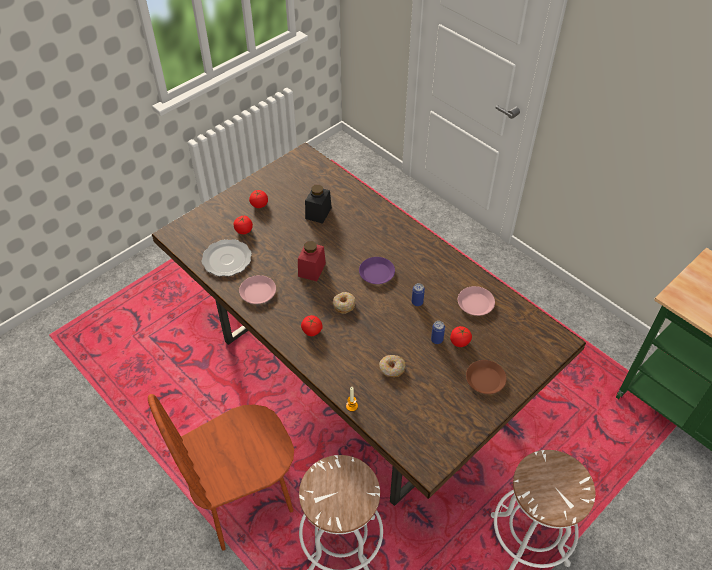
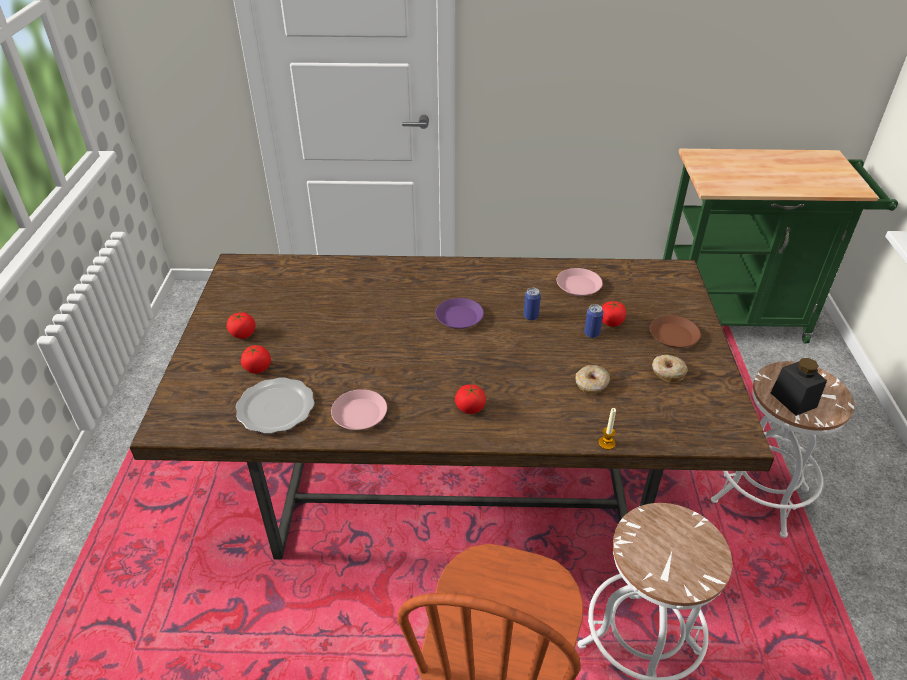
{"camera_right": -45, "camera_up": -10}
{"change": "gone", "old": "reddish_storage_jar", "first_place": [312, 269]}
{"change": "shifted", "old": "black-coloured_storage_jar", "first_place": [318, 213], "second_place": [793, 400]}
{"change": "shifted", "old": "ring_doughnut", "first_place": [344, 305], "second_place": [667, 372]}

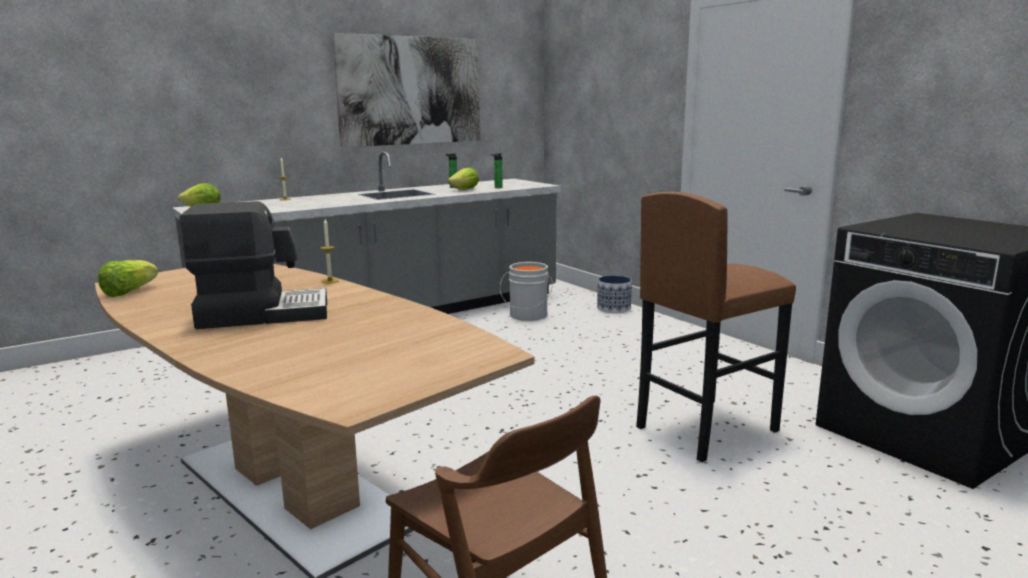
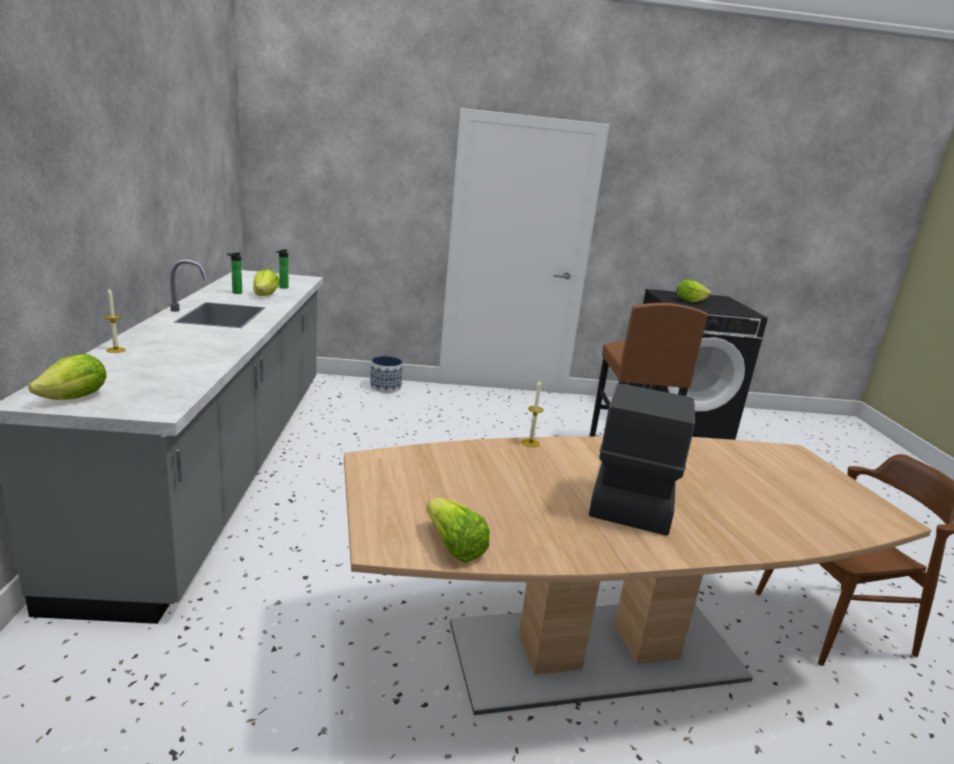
{"camera_right": -60, "camera_up": 5}
{"change": "gone", "old": "wall_picture", "first_place": [410, 91]}
{"change": "gone", "old": "gray_water_bucket", "first_place": [527, 316]}
{"change": "new", "new": "head_of_lettuce", "second_place": [689, 301]}

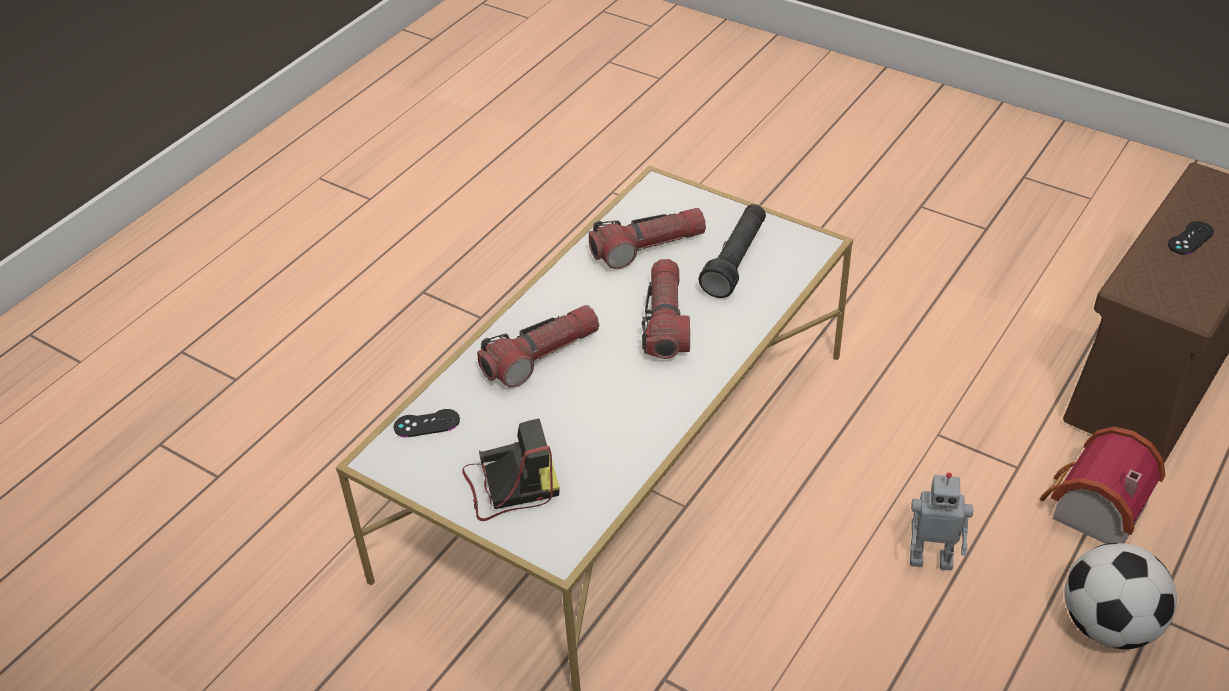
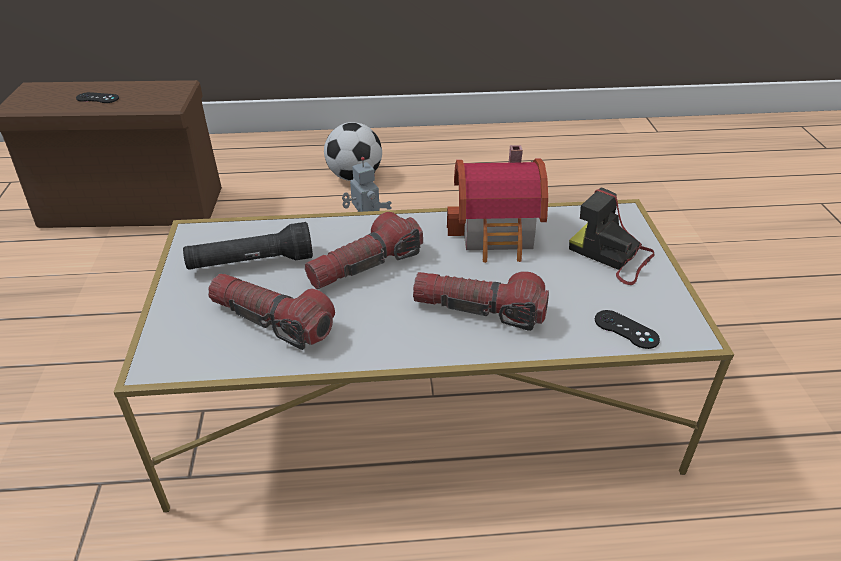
{"camera_right": -130, "camera_up": -5}
{"change": "shifted", "old": "toy_house", "first_place": [1092, 510], "second_place": [499, 233]}

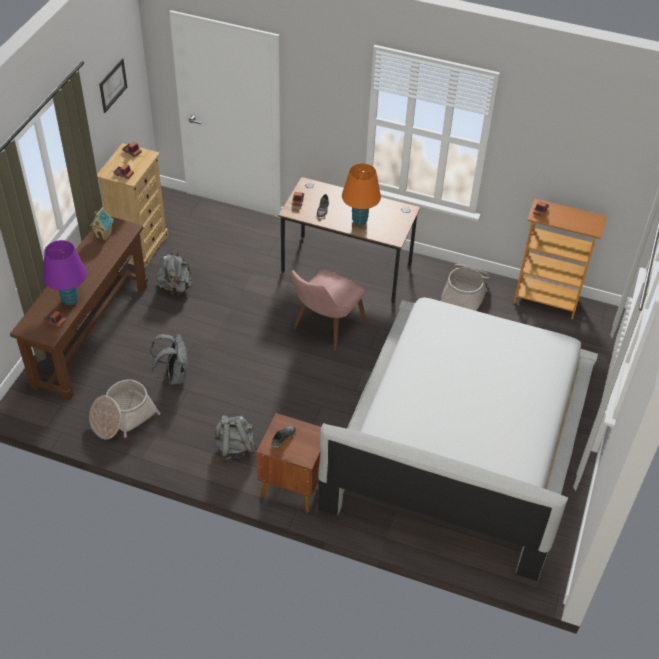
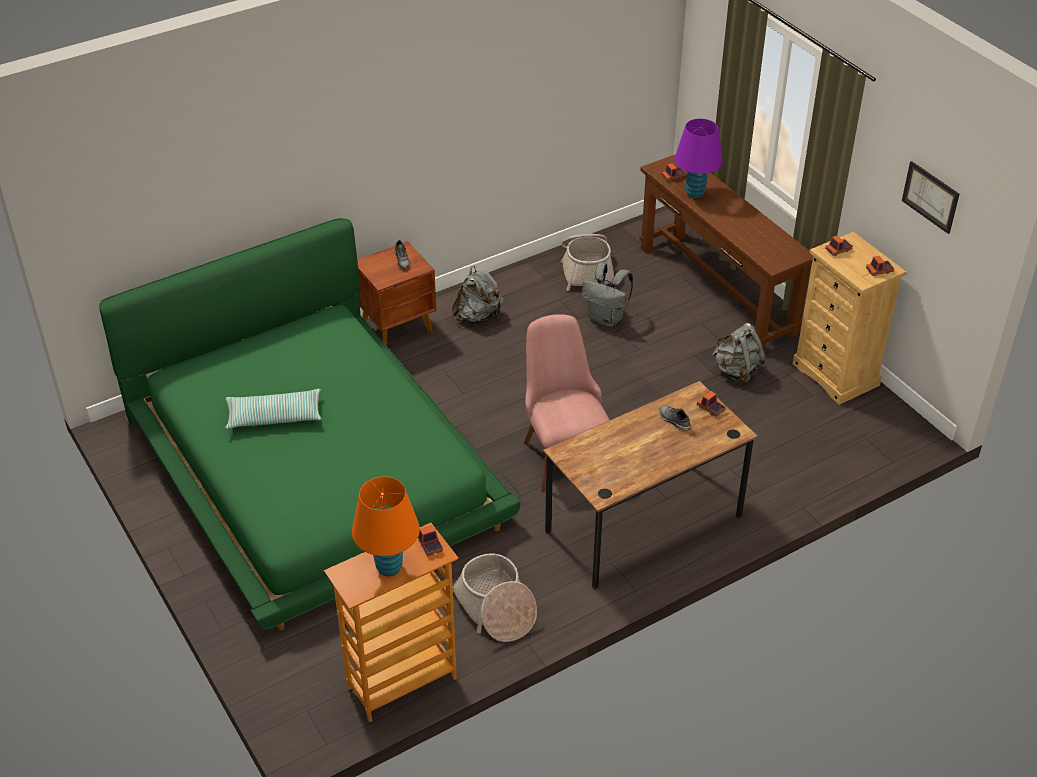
{"camera_right": 130, "camera_up": -5}
{"change": "gone", "old": "toy_house", "first_place": [104, 235]}
{"change": "repainted", "old": "whitish_bed", "new": "green-coloured_bed", "first_place": [462, 437], "second_place": [313, 468]}
{"change": "shifted", "old": "orangey_table_lamp", "first_place": [359, 221], "second_place": [389, 568]}
{"change": "new", "new": "cushion", "second_place": [274, 416]}

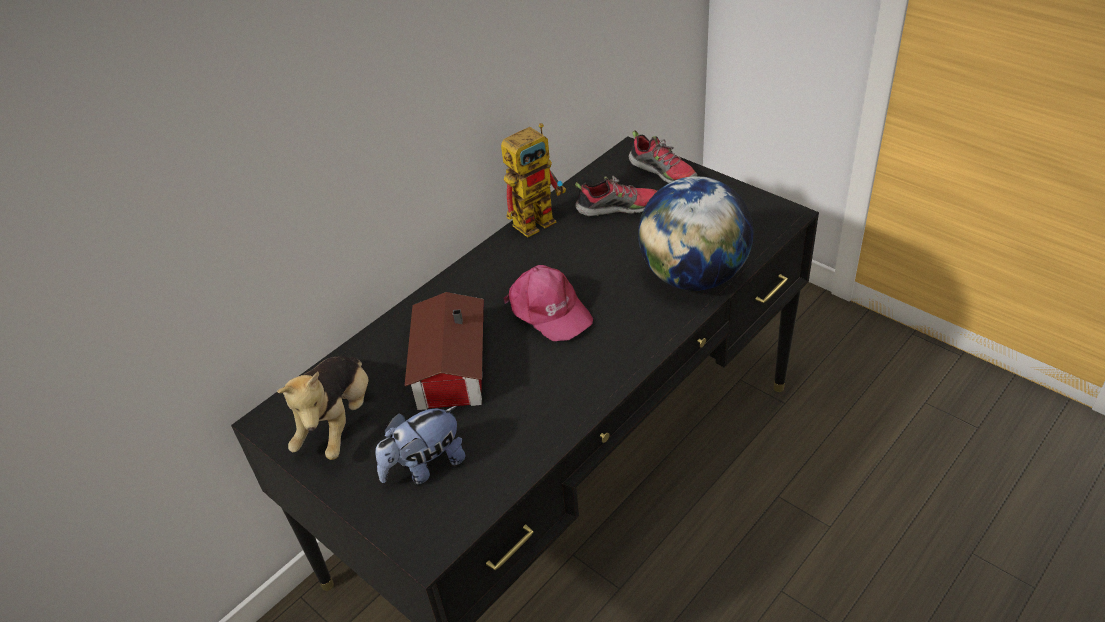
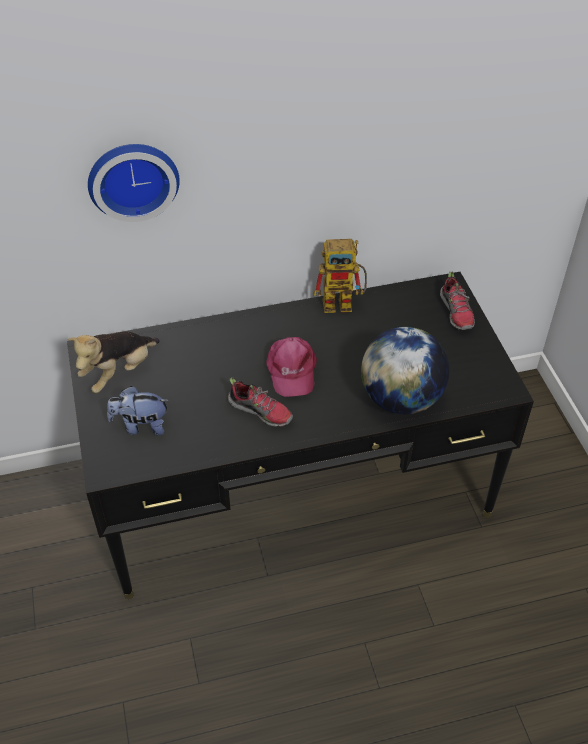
{"camera_right": 30, "camera_up": 5}
{"change": "gone", "old": "toy_house", "first_place": [448, 369]}
{"change": "shifted", "old": "low_shoe", "first_place": [618, 207], "second_place": [261, 411]}
{"change": "new", "new": "wall_clock", "second_place": [132, 178]}

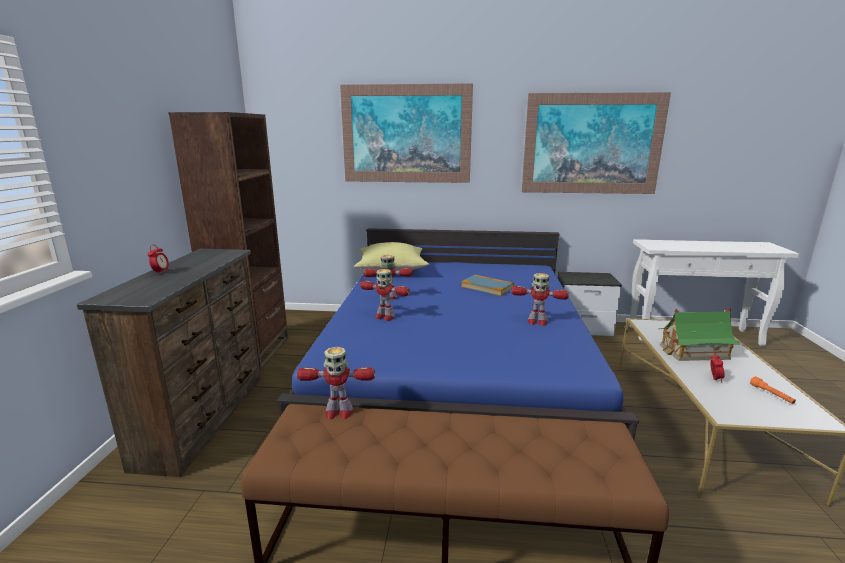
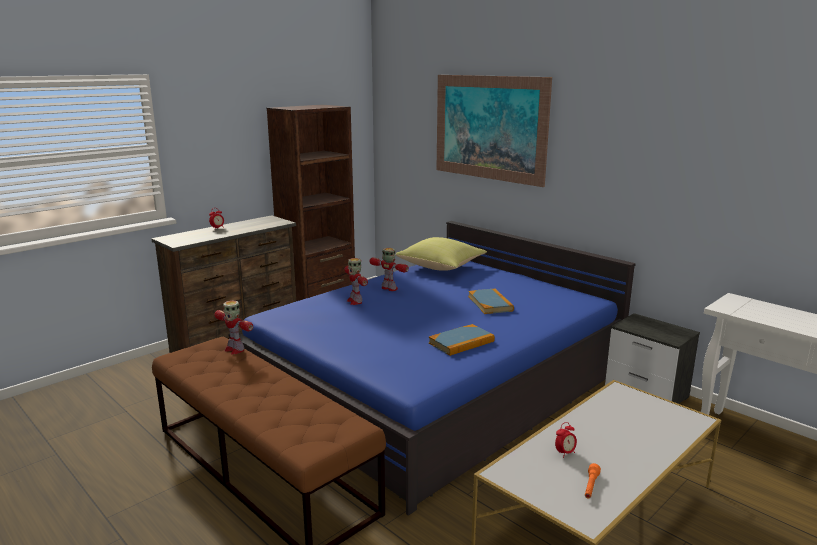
{"camera_right": 40, "camera_up": 0}
{"change": "swapped", "old": "toy_robot", "new": "book", "first_place": [537, 322], "second_place": [461, 342]}
{"change": "gone", "old": "wall_picture", "first_place": [592, 144]}
{"change": "gone", "old": "toy_house", "first_place": [693, 352]}

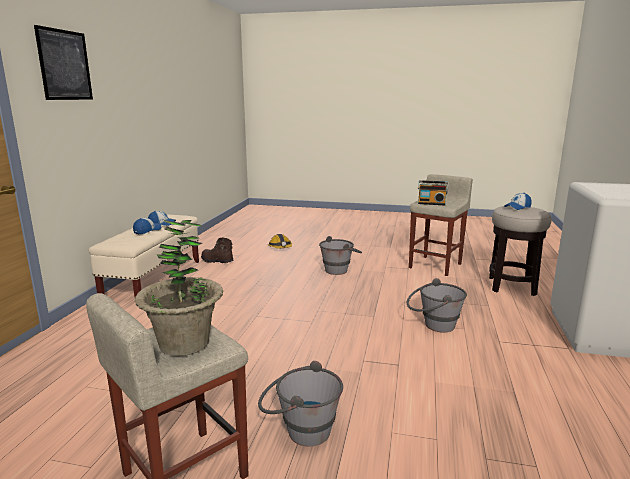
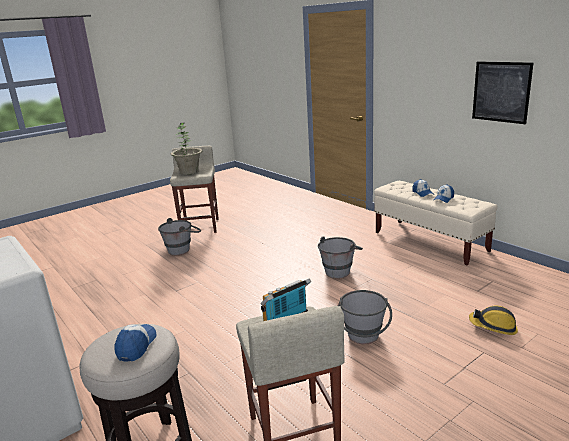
{"camera_right": 130, "camera_up": 5}
{"change": "shifted", "old": "wall_picture", "first_place": [65, 65], "second_place": [501, 92]}
{"change": "gone", "old": "brown_boot", "first_place": [216, 261]}
{"change": "shifted", "old": "gray_water_bucket", "first_place": [433, 325], "second_place": [340, 270]}

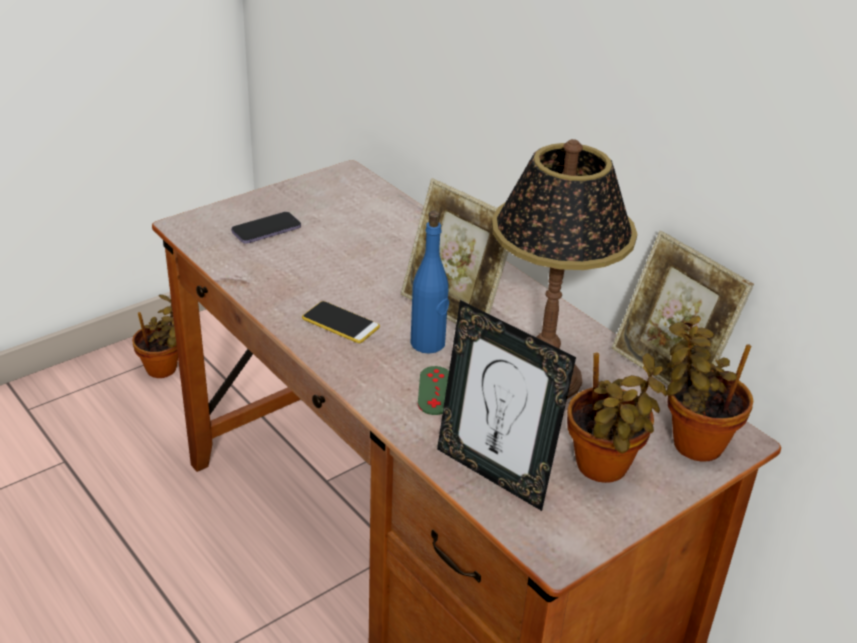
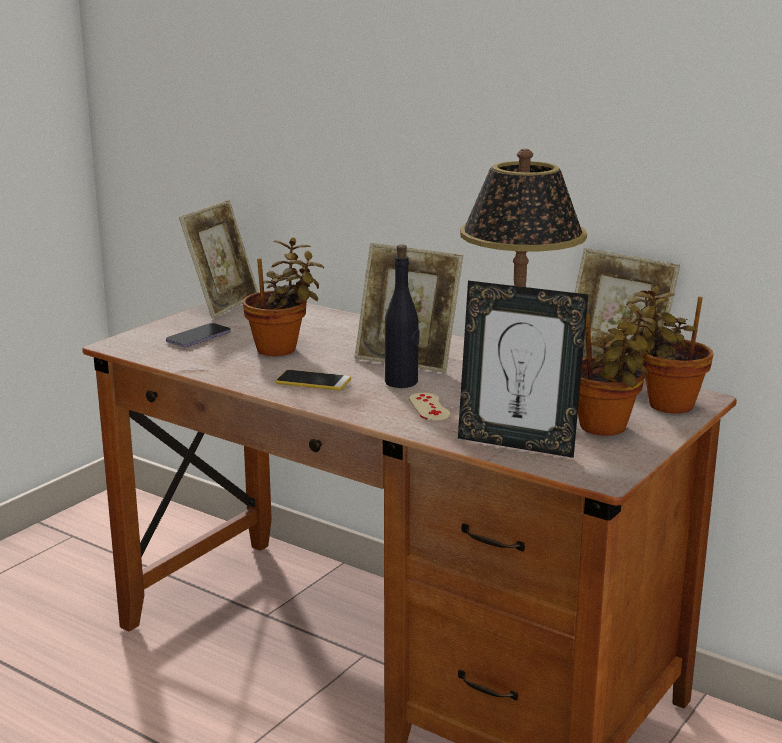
{"camera_right": -15, "camera_up": -15}
{"change": "shifted", "old": "houseplant", "first_place": [165, 369], "second_place": [281, 349]}
{"change": "repainted", "old": "blue-coloured_beverage_bottle", "new": "black-coloured_beverage_bottle", "first_place": [428, 343], "second_place": [401, 382]}
{"change": "repainted", "old": "green-coloured_joypad", "new": "beige_joypad", "first_place": [434, 390], "second_place": [429, 407]}
{"change": "new", "new": "picture_frame", "second_place": [223, 304]}

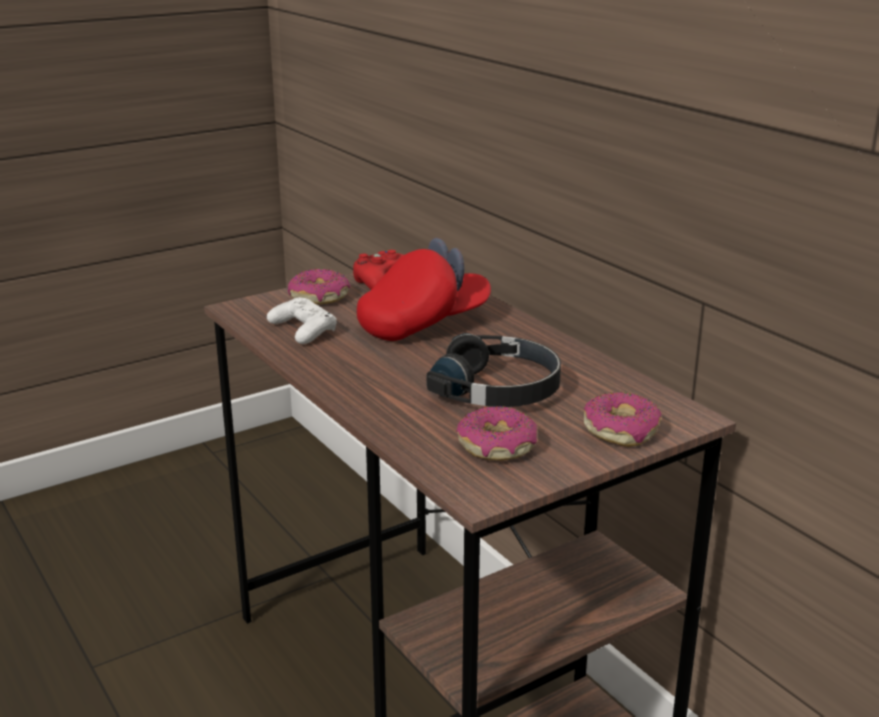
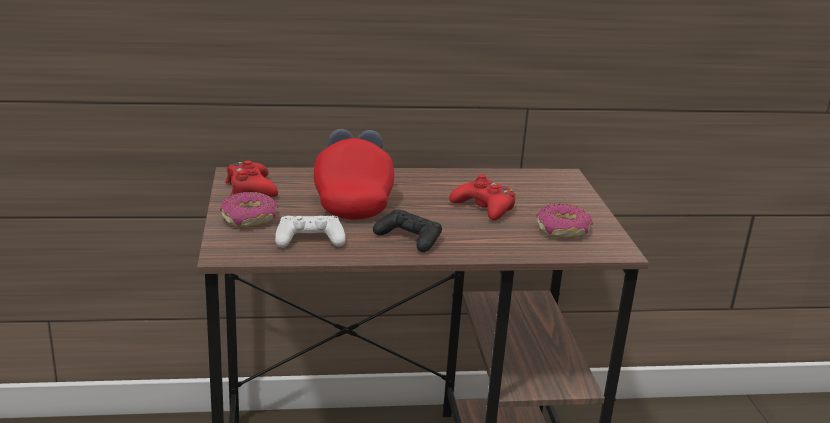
{"camera_right": -65, "camera_up": 0}
{"change": "swapped", "old": "black-coloured_pair_of_headphones", "new": "reddish_joypad", "first_place": [498, 389], "second_place": [484, 208]}
{"change": "gone", "old": "ring_doughnut", "first_place": [621, 430]}
{"change": "new", "new": "black-coloured_joypad", "second_place": [409, 238]}

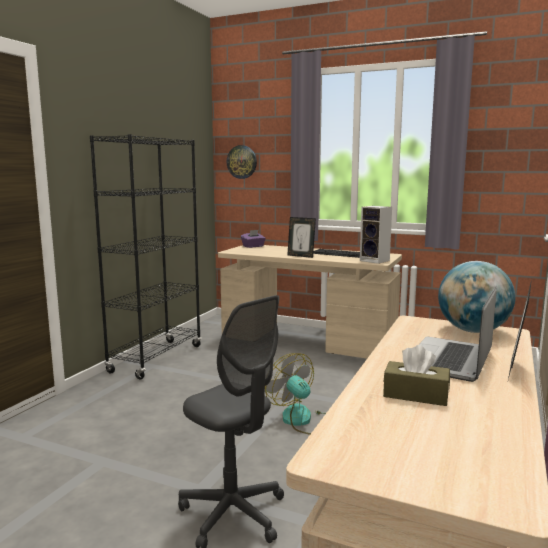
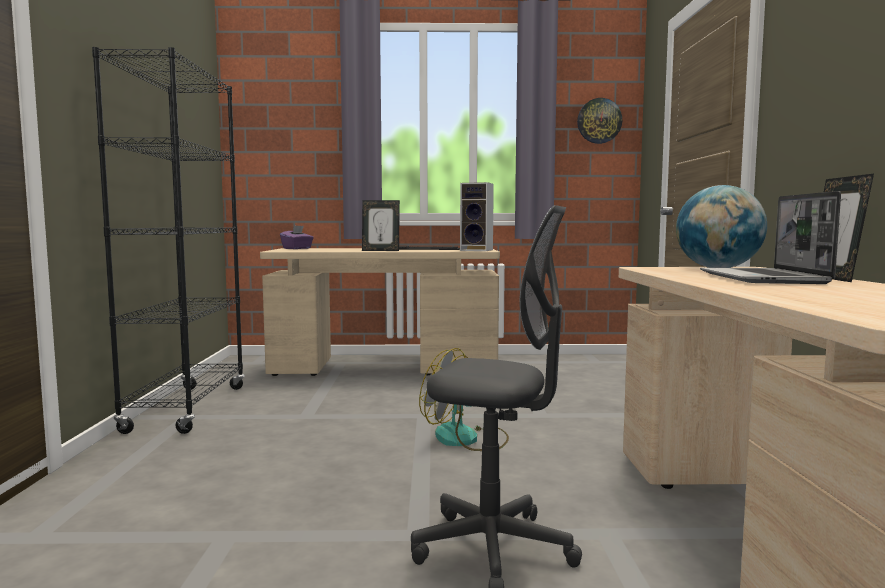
{"camera_right": -25, "camera_up": -5}
{"change": "shifted", "old": "wall_clock", "first_place": [242, 162], "second_place": [599, 121]}
{"change": "gone", "old": "brown_tissue_holder", "first_place": [415, 395]}

